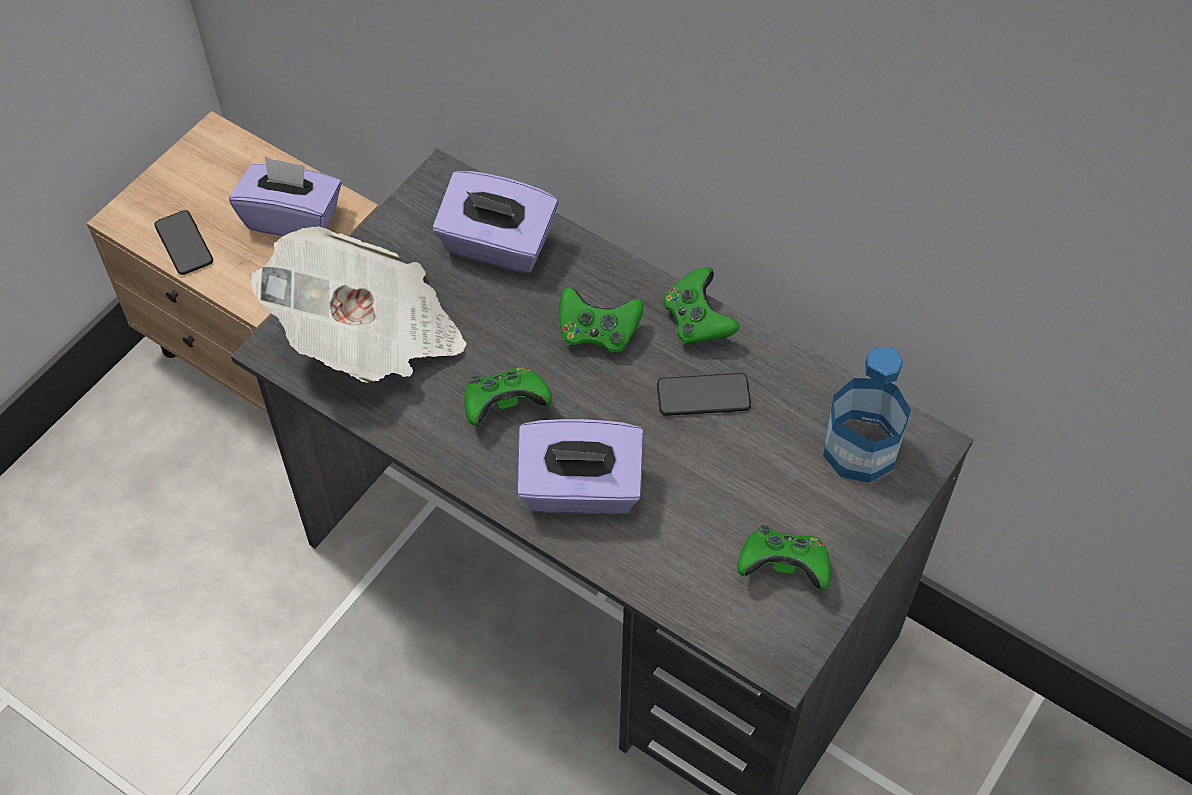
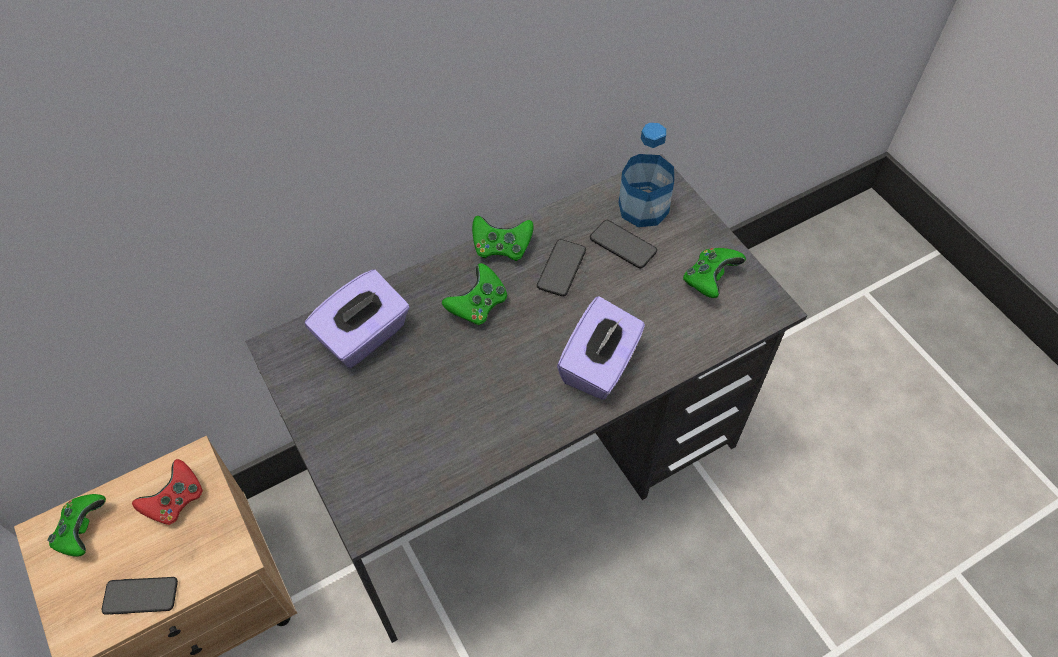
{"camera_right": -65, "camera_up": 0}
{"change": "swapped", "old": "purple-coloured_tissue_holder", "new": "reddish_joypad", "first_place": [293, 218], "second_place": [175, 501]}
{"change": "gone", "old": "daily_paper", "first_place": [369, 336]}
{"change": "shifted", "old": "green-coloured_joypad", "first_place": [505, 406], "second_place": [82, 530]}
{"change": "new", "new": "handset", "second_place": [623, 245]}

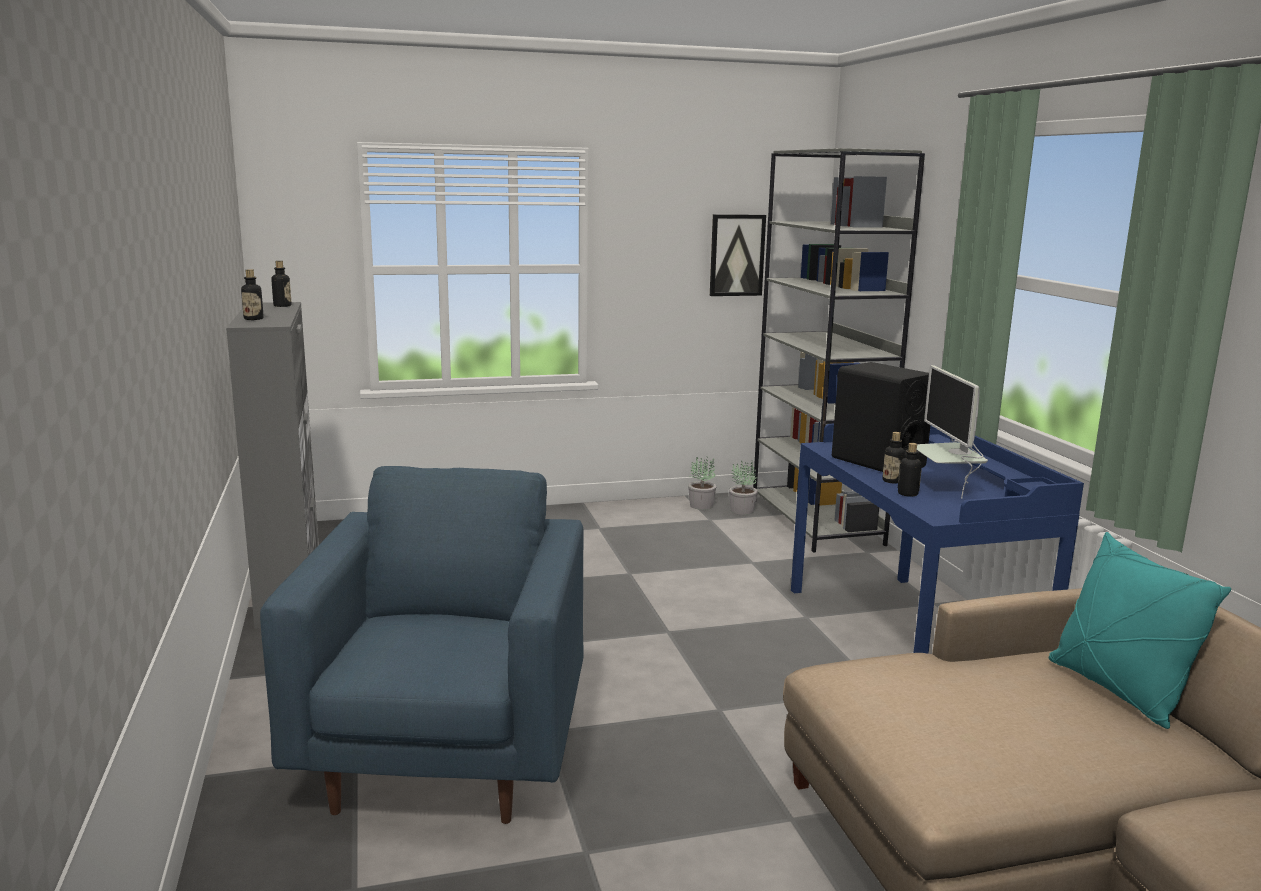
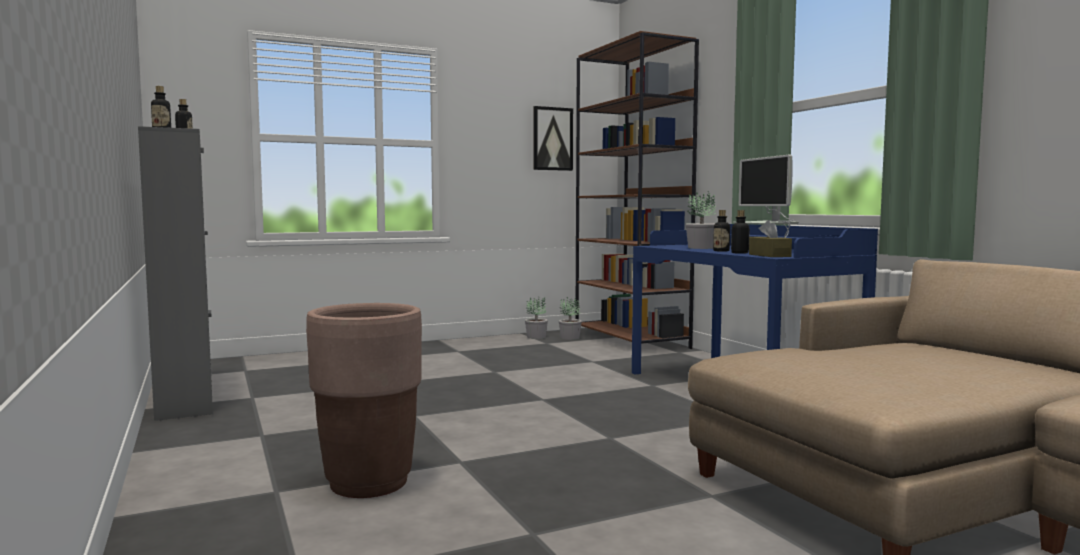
{"camera_right": -10, "camera_up": -10}
{"change": "swapped", "old": "blue-coloured_armchair", "new": "brown_planter", "first_place": [446, 755], "second_place": [369, 483]}
{"change": "repainted", "old": "gray_bookcase", "new": "brown_bookcase", "first_place": [817, 522], "second_place": [631, 340]}
{"change": "swapped", "old": "black-coloured_loudspeaker", "new": "houseplant", "first_place": [877, 462], "second_place": [701, 248]}
{"change": "gone", "old": "blue-green_cushion", "first_place": [1117, 690]}
{"change": "new", "new": "brown_tissue_holder", "second_place": [769, 255]}

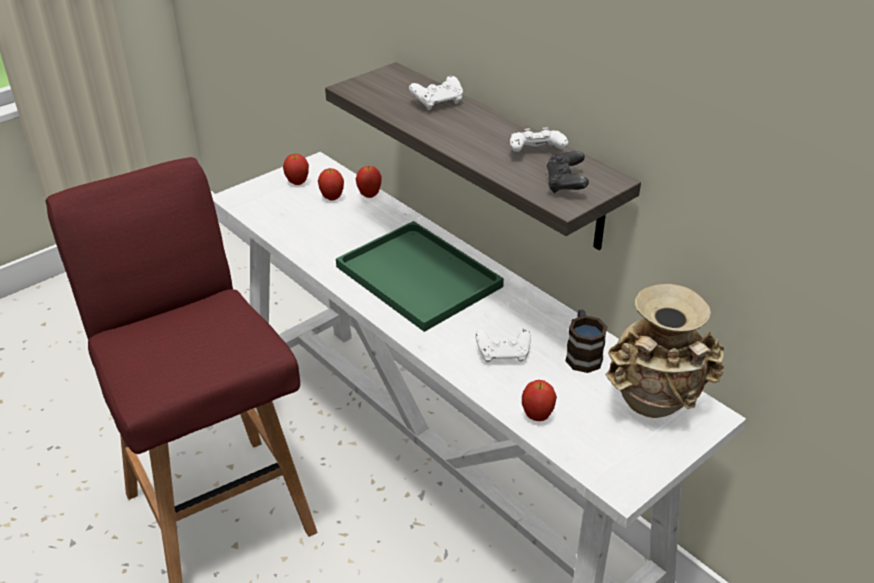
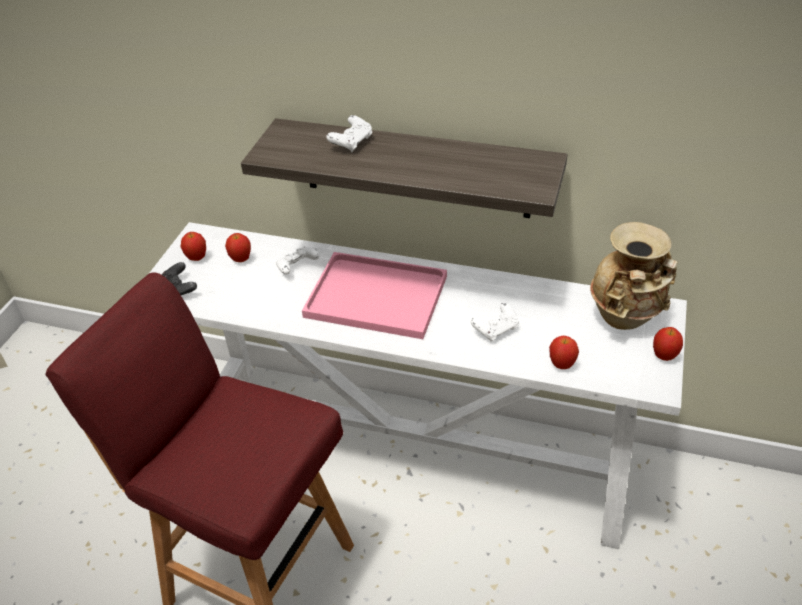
{"camera_right": -30, "camera_up": 5}
{"change": "repainted", "old": "green-coloured_carrying_tray", "new": "pinkish_carrying_tray", "first_place": [421, 277], "second_place": [379, 296]}
{"change": "shifted", "old": "apple_fruit", "first_place": [369, 195], "second_place": [664, 356]}
{"change": "shifted", "old": "whitish_joypad", "first_place": [536, 153], "second_place": [297, 268]}
{"change": "shifted", "old": "black-coloured_joypad", "first_place": [565, 184], "second_place": [180, 289]}
{"change": "gone", "old": "tea_mug", "first_place": [582, 354]}

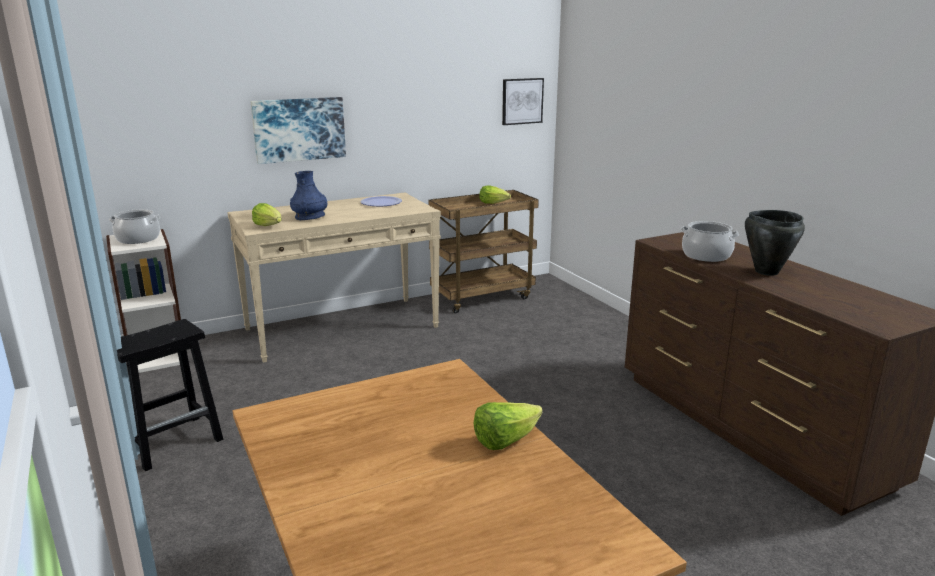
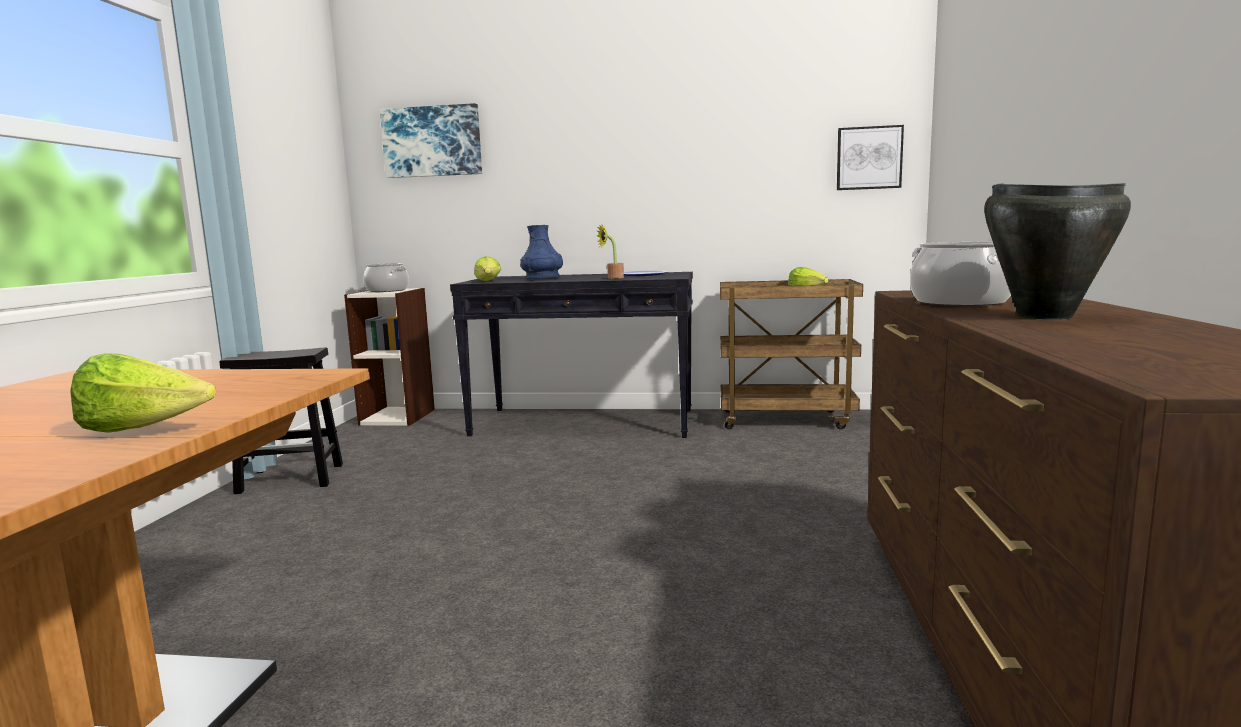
{"camera_right": 35, "camera_up": -10}
{"change": "repainted", "old": "beige_console_table", "new": "black-coloured_console_table", "first_place": [342, 328], "second_place": [585, 422]}
{"change": "shifted", "old": "wall_picture", "first_place": [299, 129], "second_place": [432, 142]}
{"change": "new", "new": "houseplant", "second_place": [612, 278]}

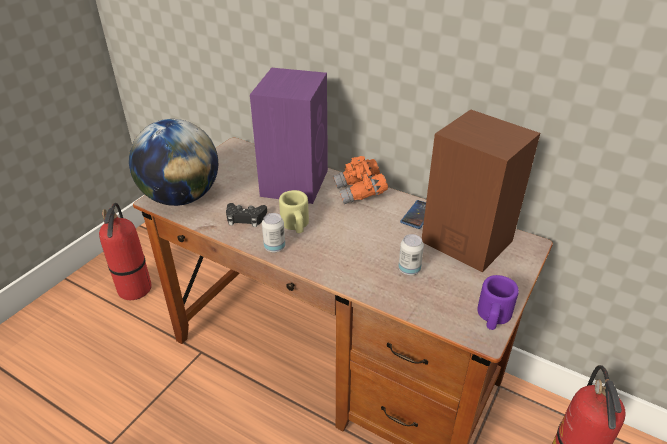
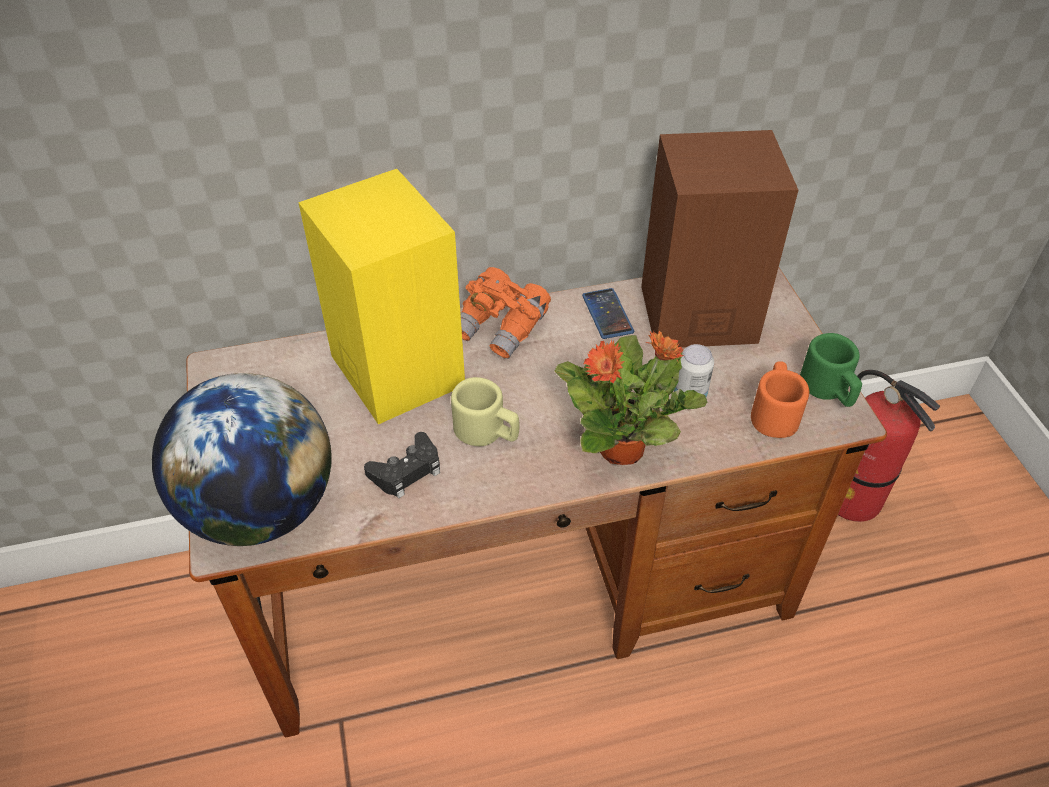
{"camera_right": -45, "camera_up": 10}
{"change": "gone", "old": "fire_extinguisher", "first_place": [135, 289]}
{"change": "repainted", "old": "purple-coloured_loudspeaker", "new": "yellow-coloured_loudspeaker", "first_place": [295, 182], "second_place": [395, 368]}
{"change": "gone", "old": "metal_can", "first_place": [274, 247]}
{"change": "repainted", "old": "purple-coloured_tea_mug", "new": "green-coloured_tea_mug", "first_place": [493, 316], "second_place": [829, 389]}
{"change": "new", "new": "houseplant", "second_place": [623, 448]}
{"change": "new", "new": "orangey_tea_mug", "second_place": [774, 412]}

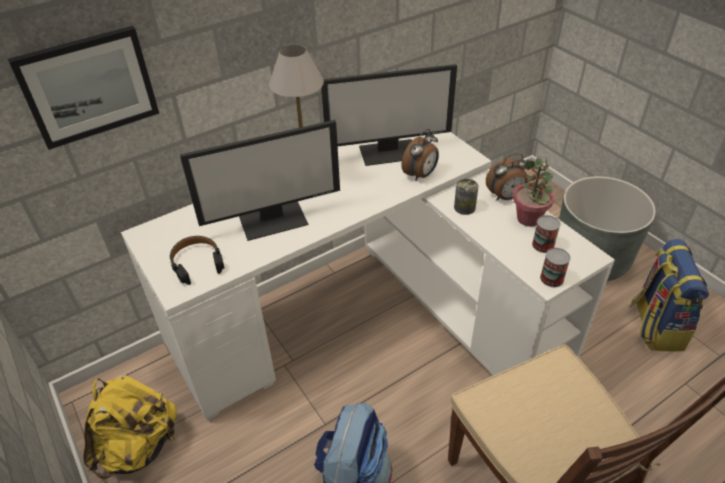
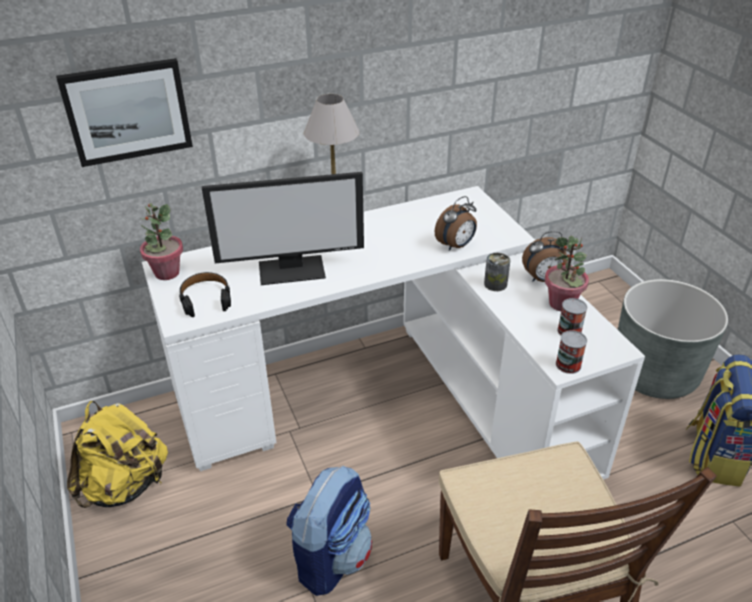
{"camera_right": 10, "camera_up": -5}
{"change": "gone", "old": "monitor", "first_place": [389, 151]}
{"change": "new", "new": "houseplant", "second_place": [166, 273]}

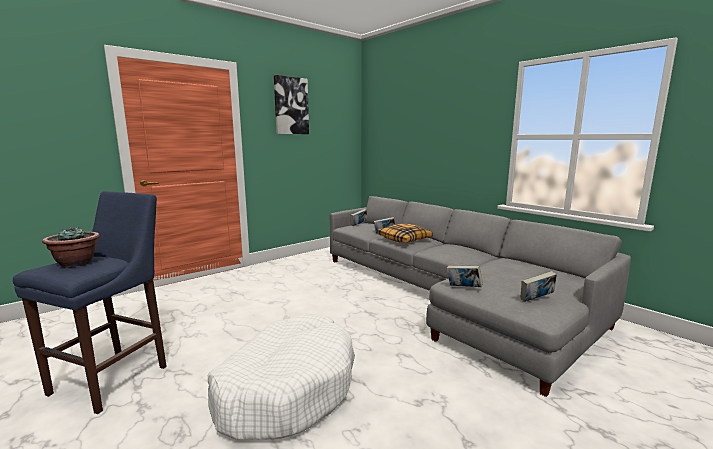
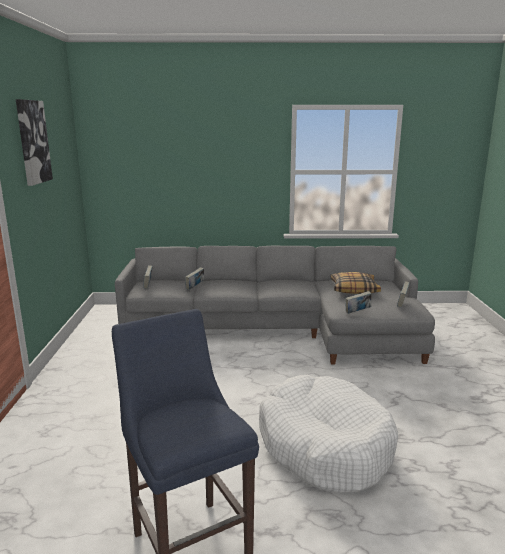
{"camera_right": -50, "camera_up": 5}
{"change": "gone", "old": "houseplant", "first_place": [76, 263]}
{"change": "shifted", "old": "cushion", "first_place": [404, 239], "second_place": [354, 289]}

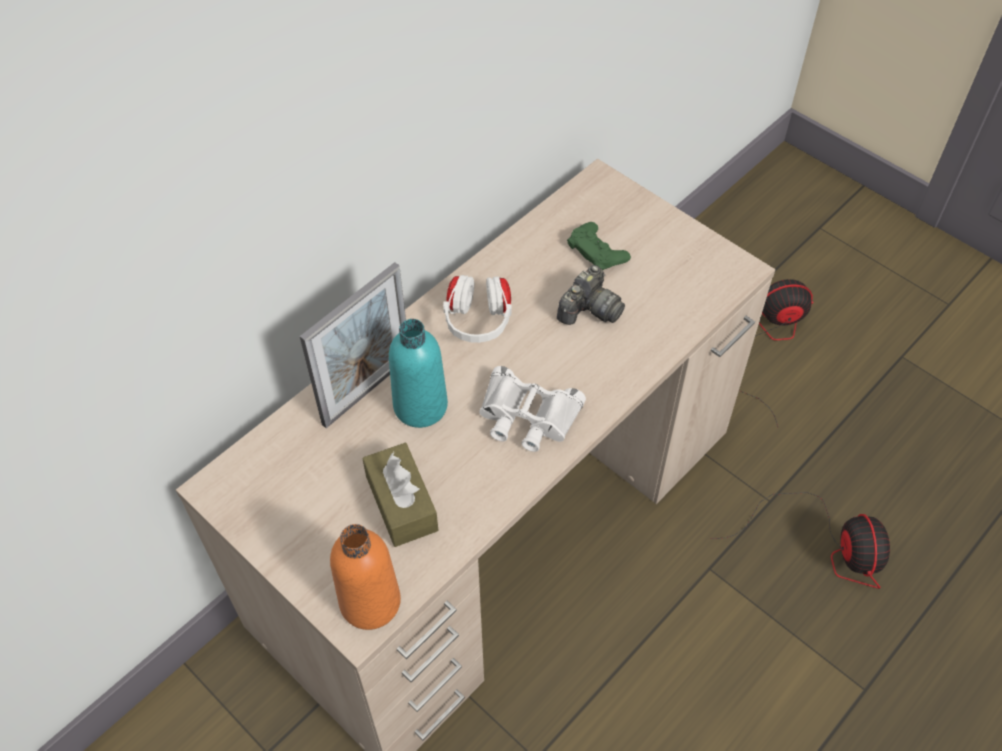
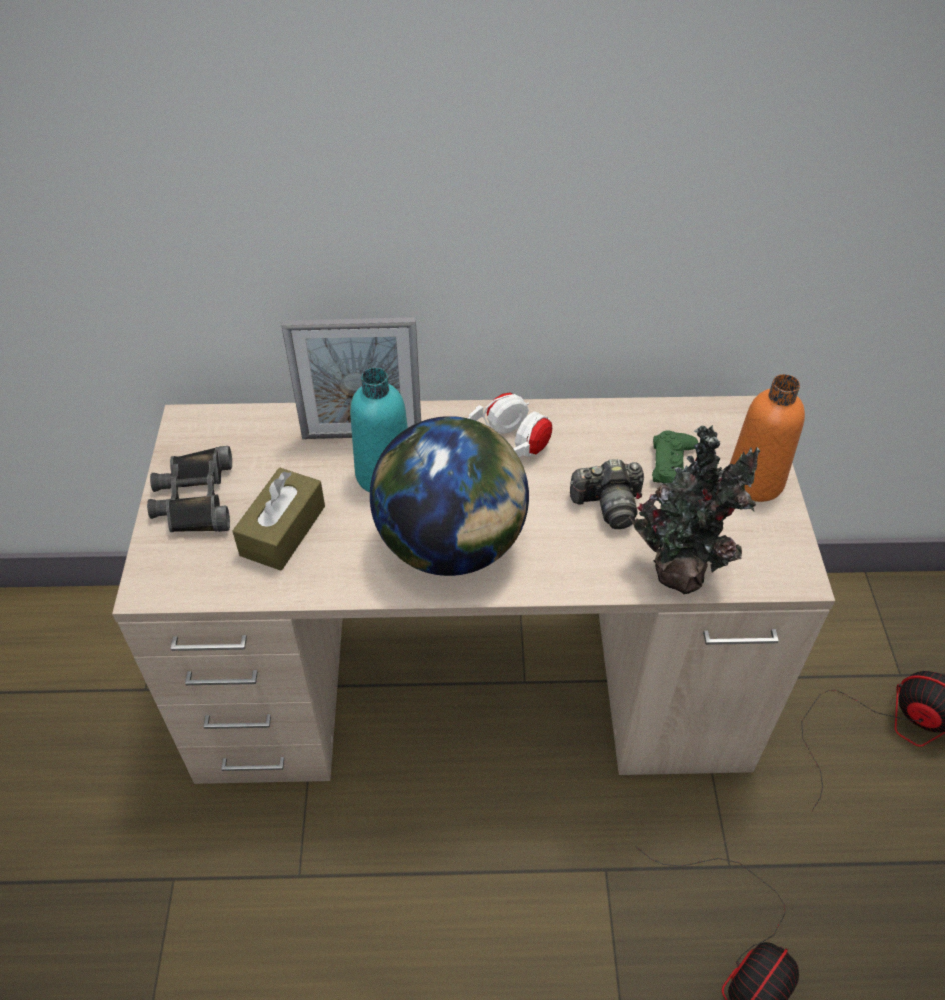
{"camera_right": 45, "camera_up": -5}
{"change": "shifted", "old": "orangey_beverage_bottle", "first_place": [370, 602], "second_place": [755, 481]}
{"change": "swapped", "old": "whitish_binoculars", "new": "world_globe", "first_place": [527, 416], "second_place": [451, 545]}
{"change": "new", "new": "black-coloured_binoculars", "second_place": [194, 498]}
{"change": "new", "new": "houseplant", "second_place": [680, 570]}

